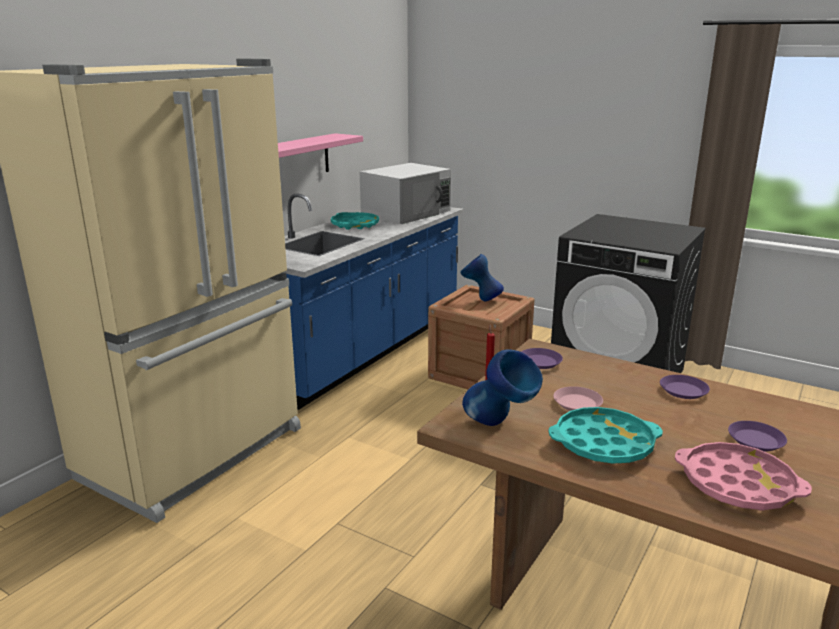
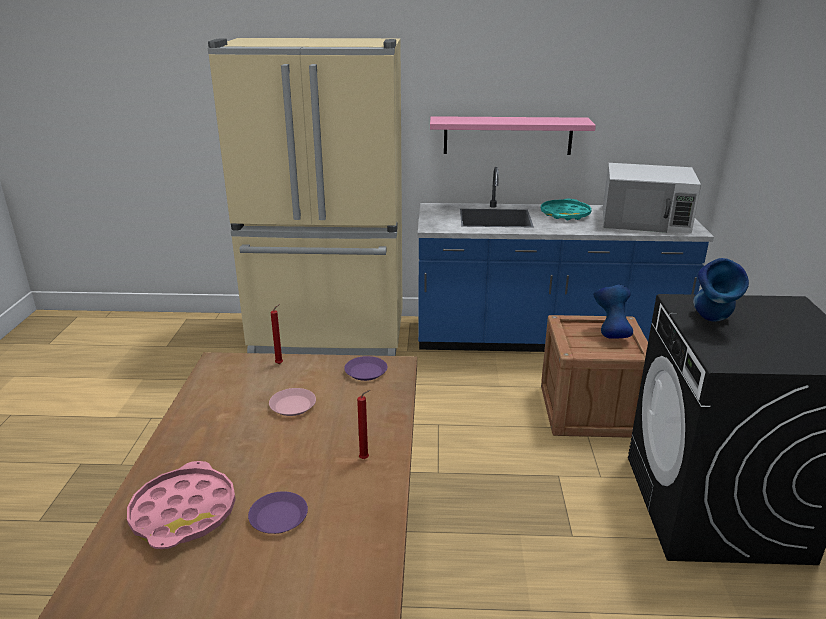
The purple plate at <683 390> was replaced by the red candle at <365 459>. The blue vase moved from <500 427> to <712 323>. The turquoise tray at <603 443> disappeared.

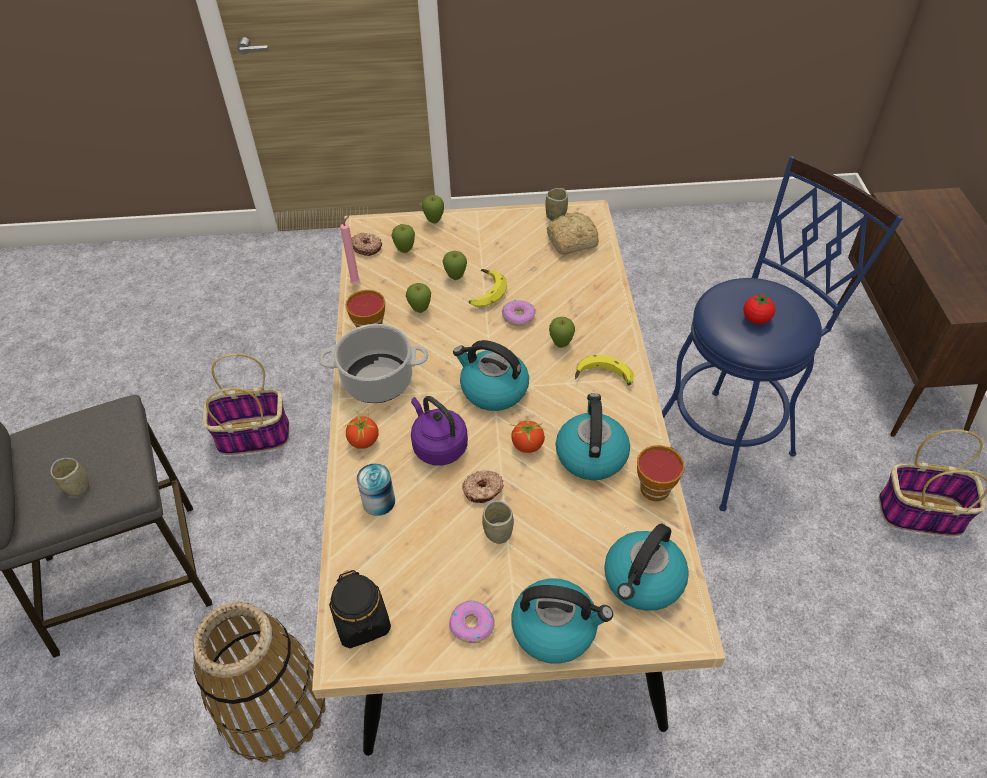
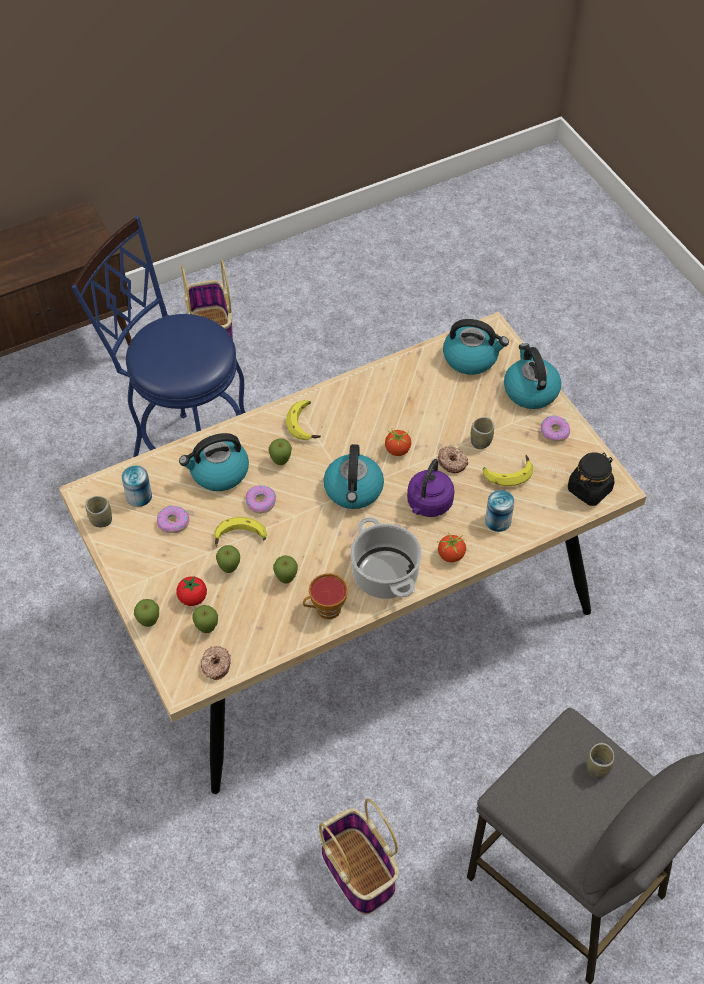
The bread at <570 242> was replaced by the can at <139 496>. The donut at <173 522> appeared. The tomato moved from <756 319> to <193 598>. The kettle moved from <591 454> to <218 472>. The banana at <507 472> appeared. The basket at <274 707> disappeared. The pink candle at <357 283> disappeared. The cup at <656 485> disappeared.

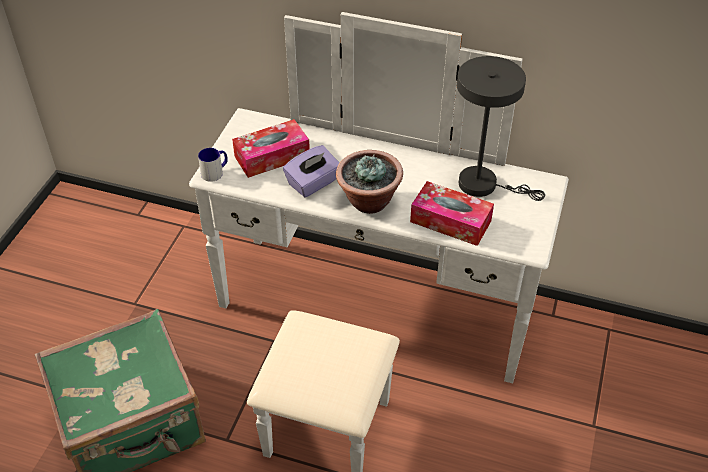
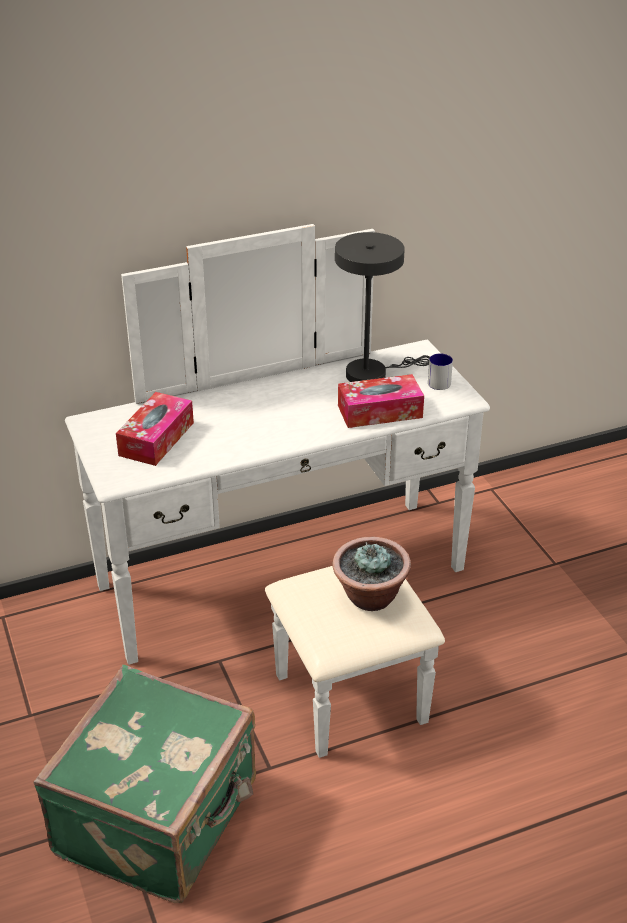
The potted plant moved from <368 201> to <370 598>. The mug moved from <215 172> to <439 381>. The purple tissue box at <313 183> disappeared.

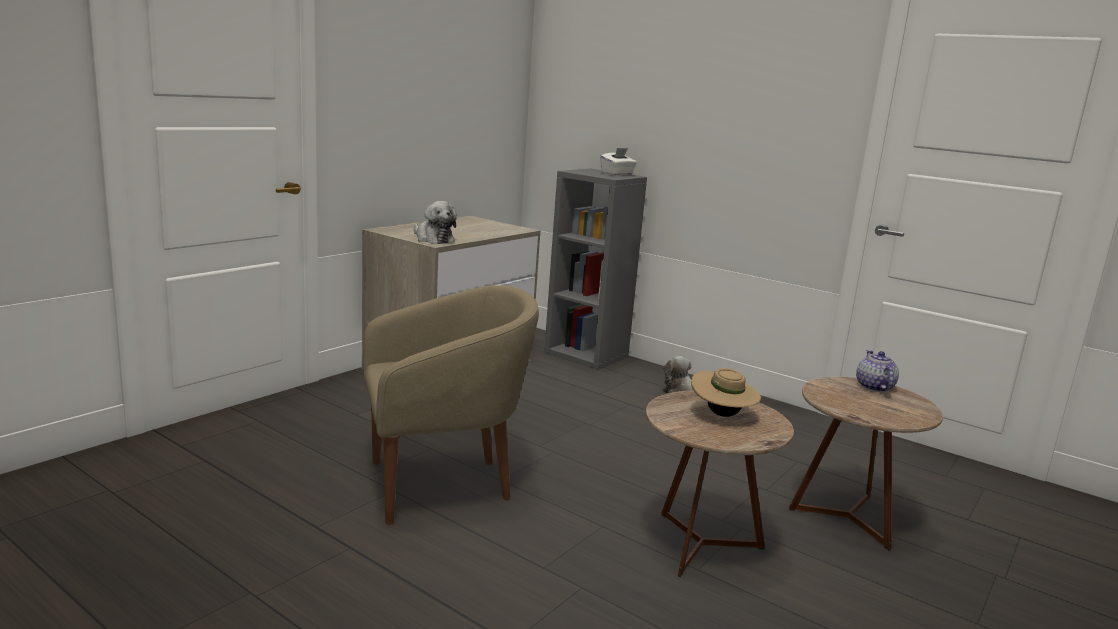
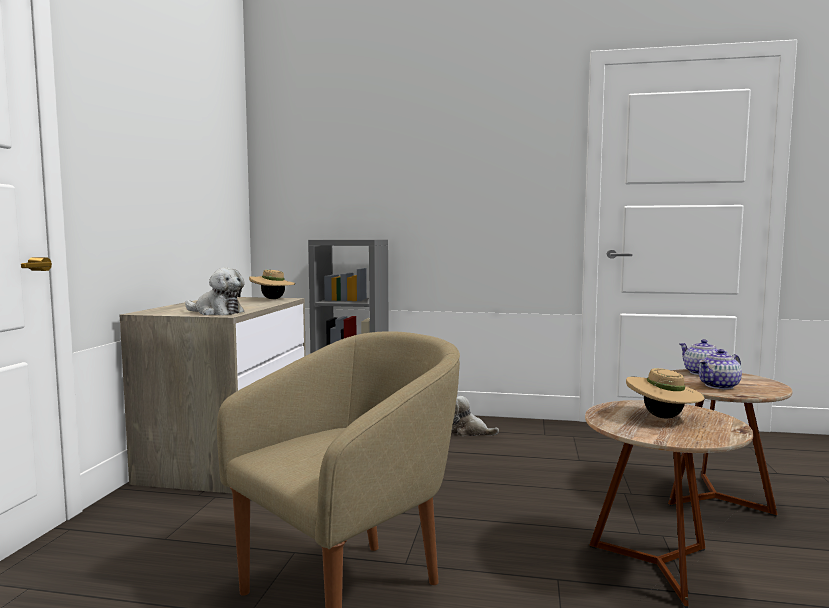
The beige hat at <273 299> appeared. The teapot at <719 386> appeared. The white tissue box at <617 174> disappeared.

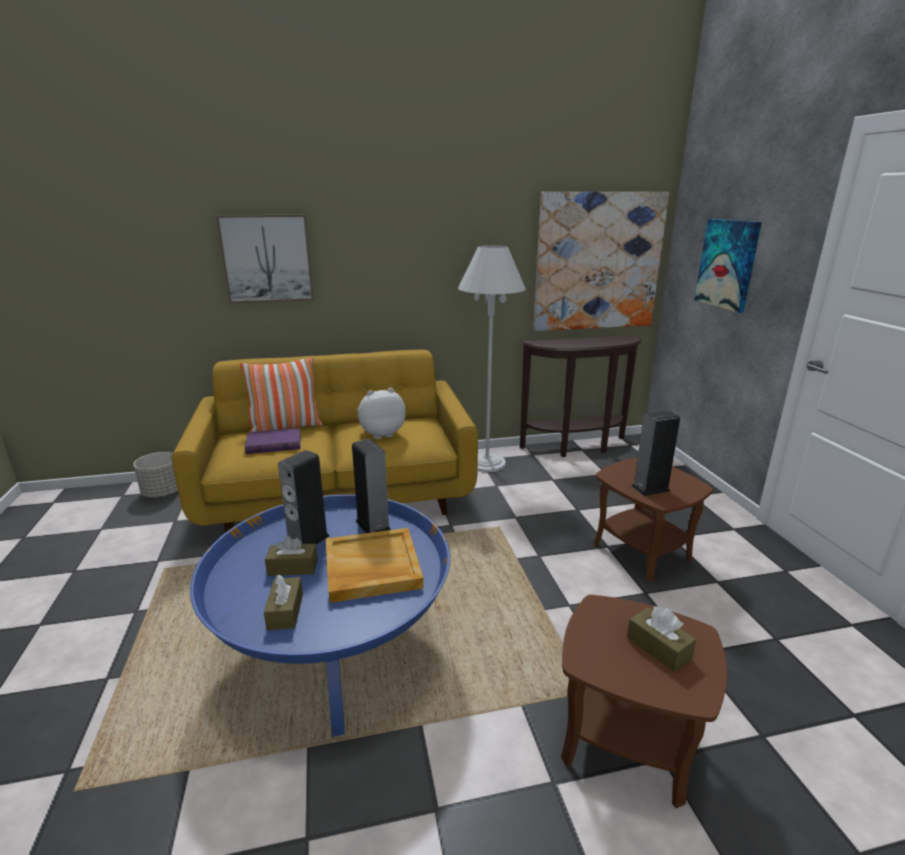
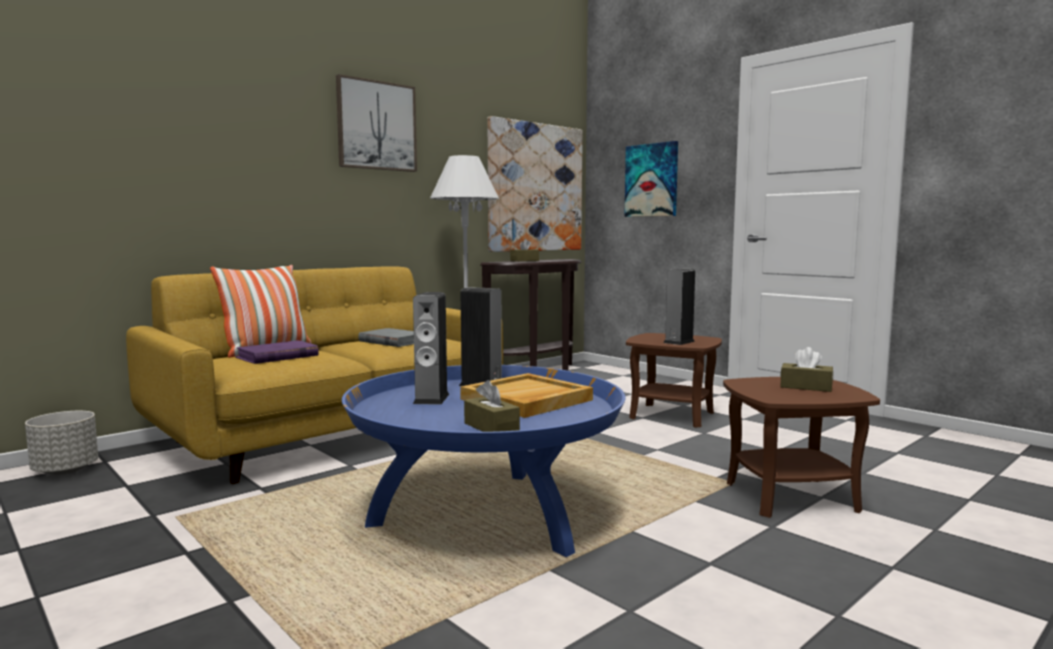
The picture moved from <267 258> to <376 126>. The plush toy at <381 434> was replaced by the grey book at <392 341>. The brown tissue box moved from <293 567> to <524 261>.

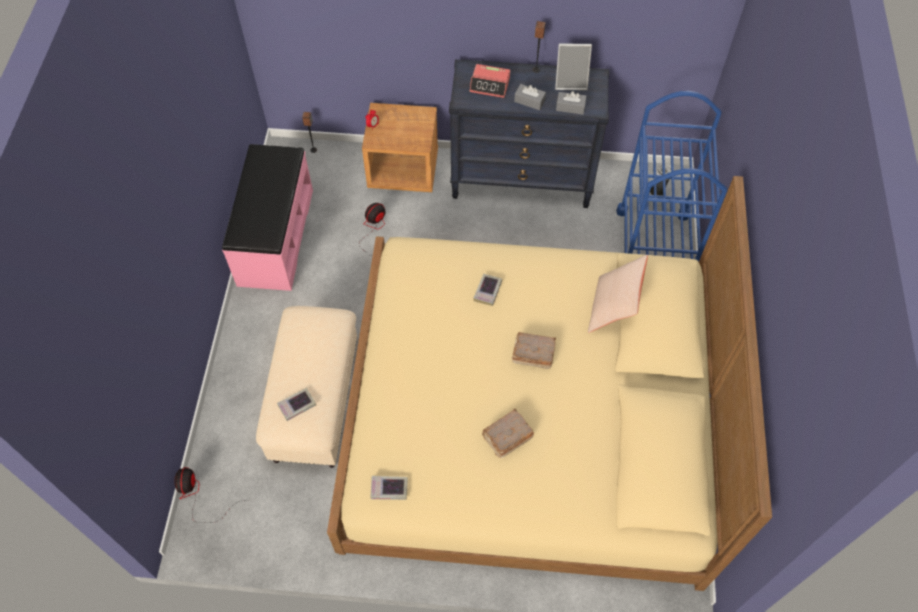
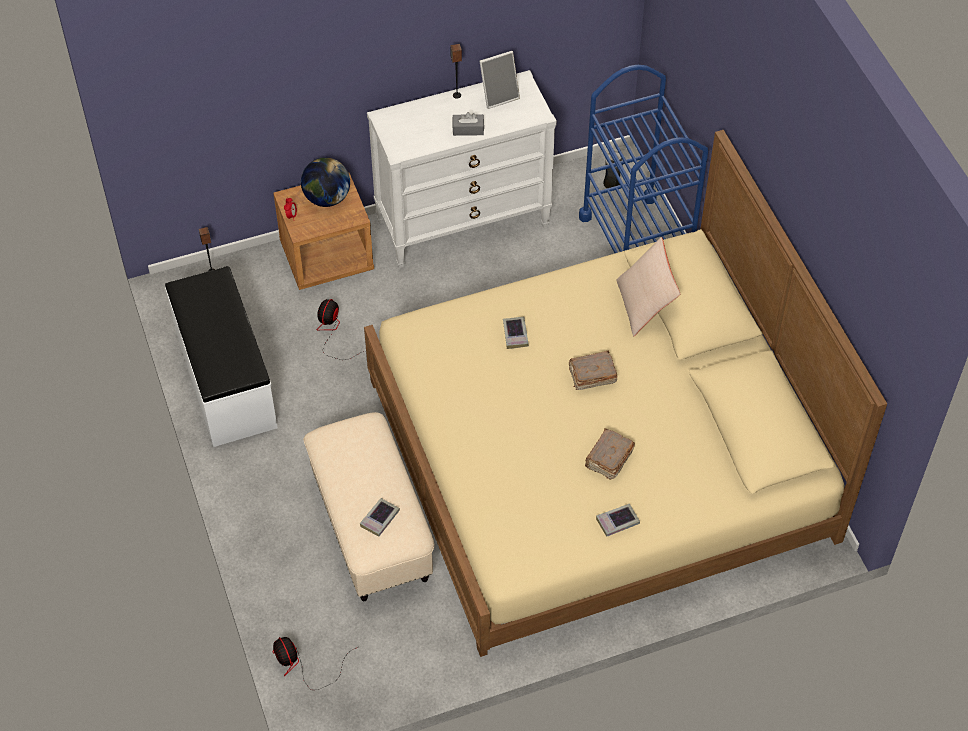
The pink bench at <275 237> became the white bench at <224 380>. The globe at <327 198> appeared. The black dresser at <522 180> became the white dresser at <463 222>. The book moved from <389 489> to <617 522>. The alarm clock at <490 85> disappeared. The grey tissue box at <570 107> disappeared.

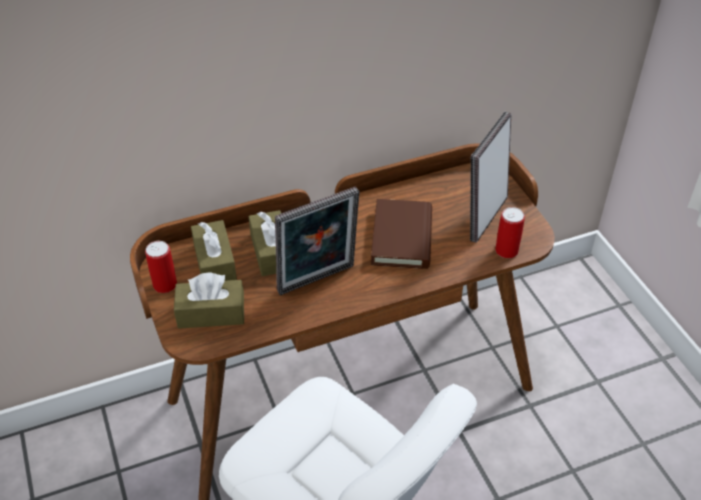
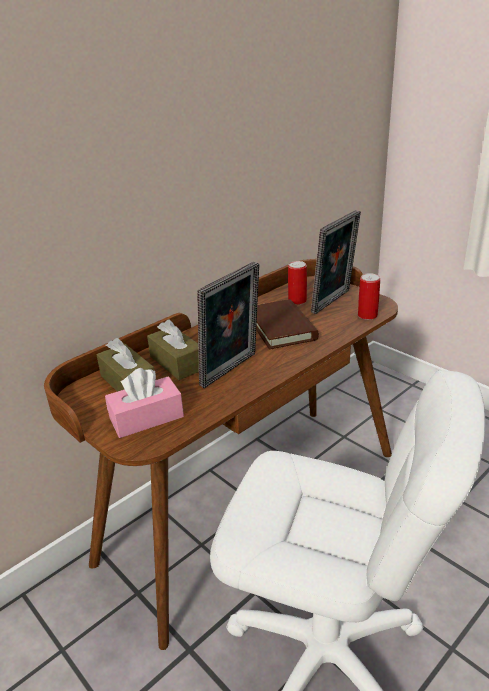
The brown tissue box at <211 313> became the pink tissue box at <146 418>. The can moved from <165 284> to <297 301>. The picture frame at <484 217> turned 150 degrees counterclockwise.

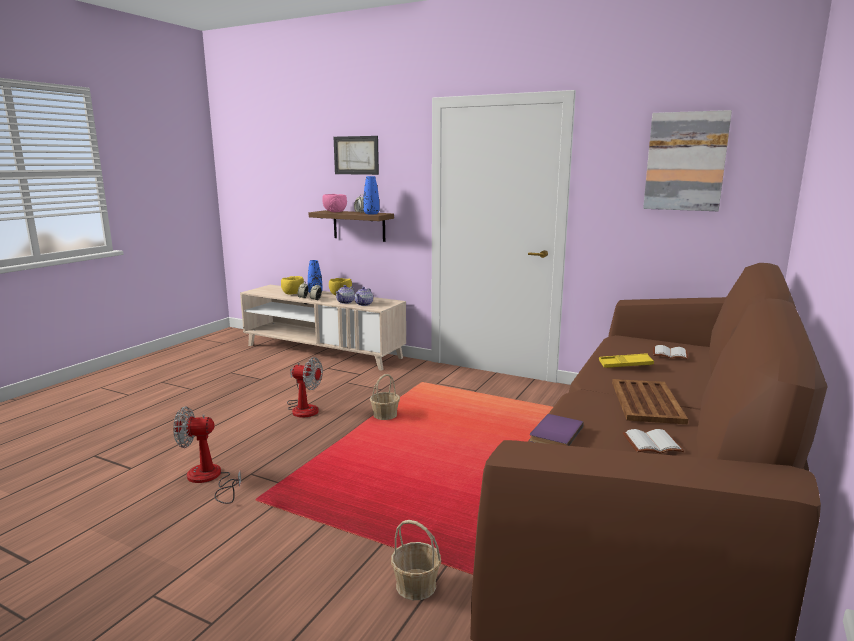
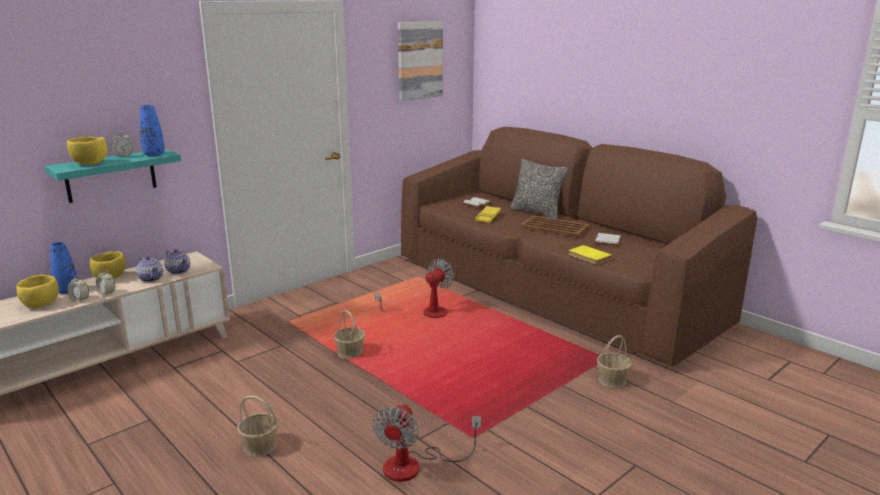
The brown shelf at <359 225> became the turquoise shelf at <111 175>. The pink bowl at <334 212> became the yellow bowl at <90 164>. The basket at <260 446> appeared. The fan moved from <303 408> to <425 313>. The pillow at <537 212> appeared. The purple book at <554 433> became the yellow book at <588 256>. The picture at <356 155> disappeared.

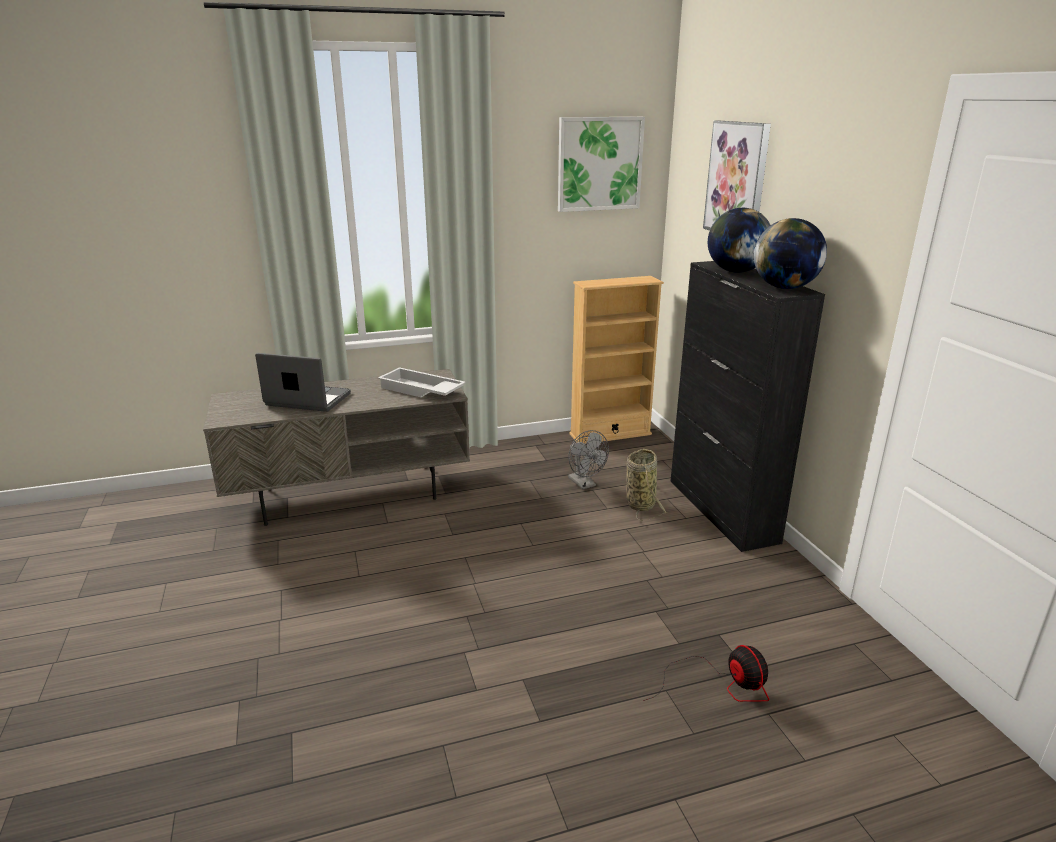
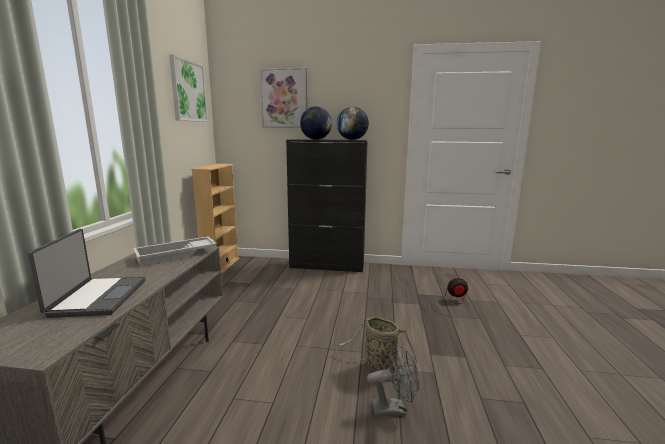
The laptop at <307 400> turned 135 degrees clockwise. The basket moved from <640 503> to <378 368>. The grey fan moved from <584 484> to <394 409>.

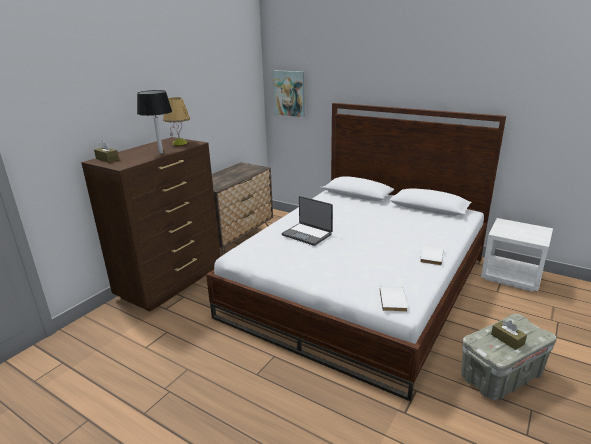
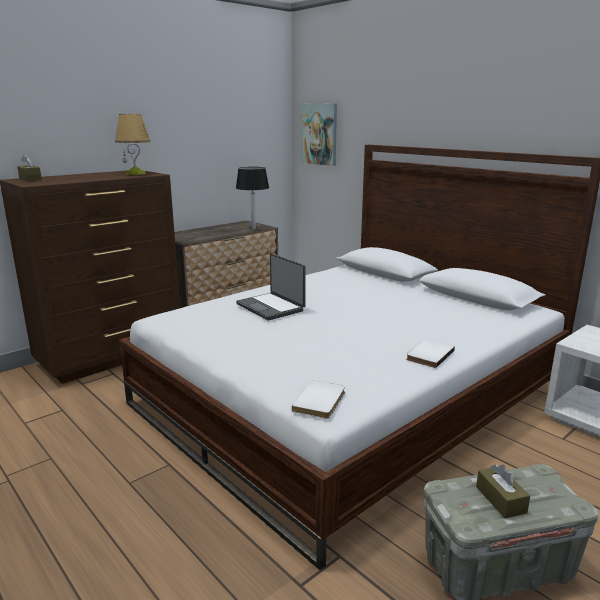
The black table lamp moved from <161 153> to <253 228>.

